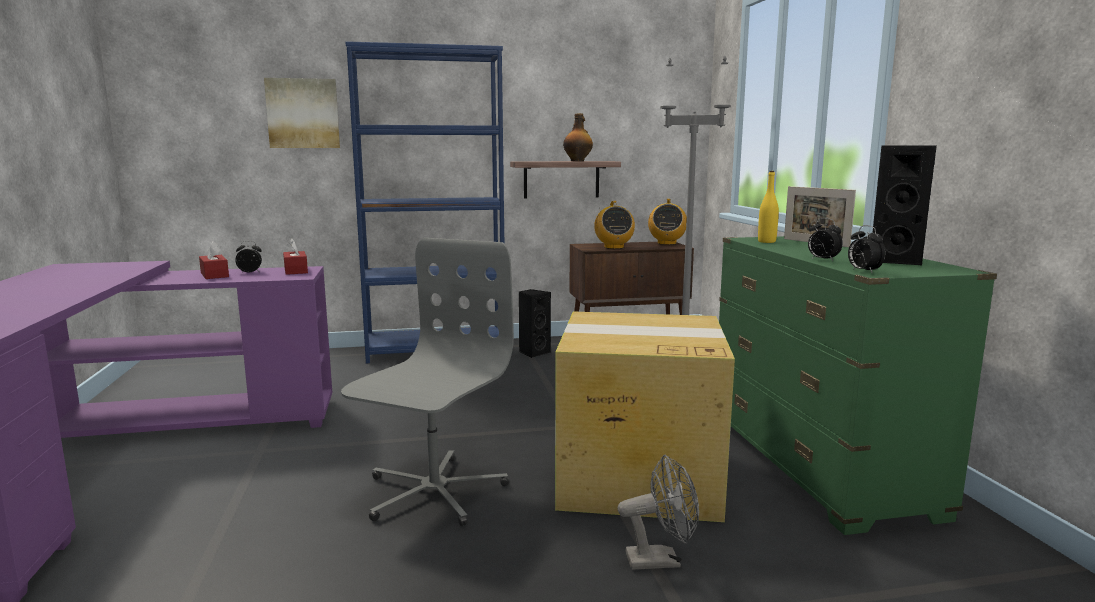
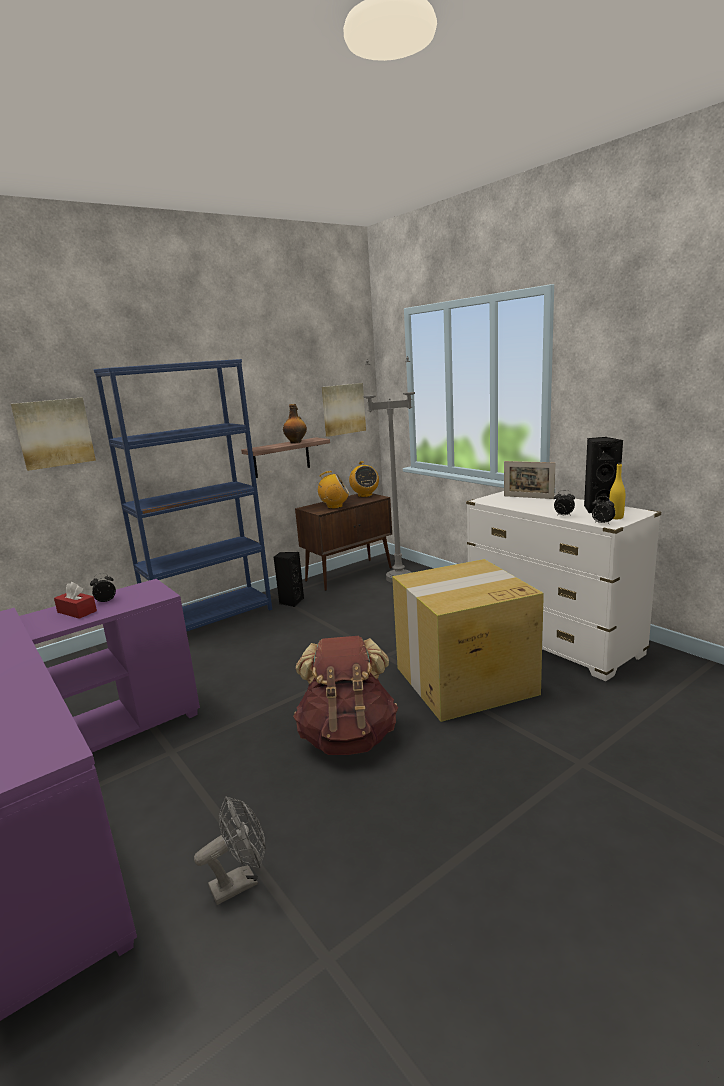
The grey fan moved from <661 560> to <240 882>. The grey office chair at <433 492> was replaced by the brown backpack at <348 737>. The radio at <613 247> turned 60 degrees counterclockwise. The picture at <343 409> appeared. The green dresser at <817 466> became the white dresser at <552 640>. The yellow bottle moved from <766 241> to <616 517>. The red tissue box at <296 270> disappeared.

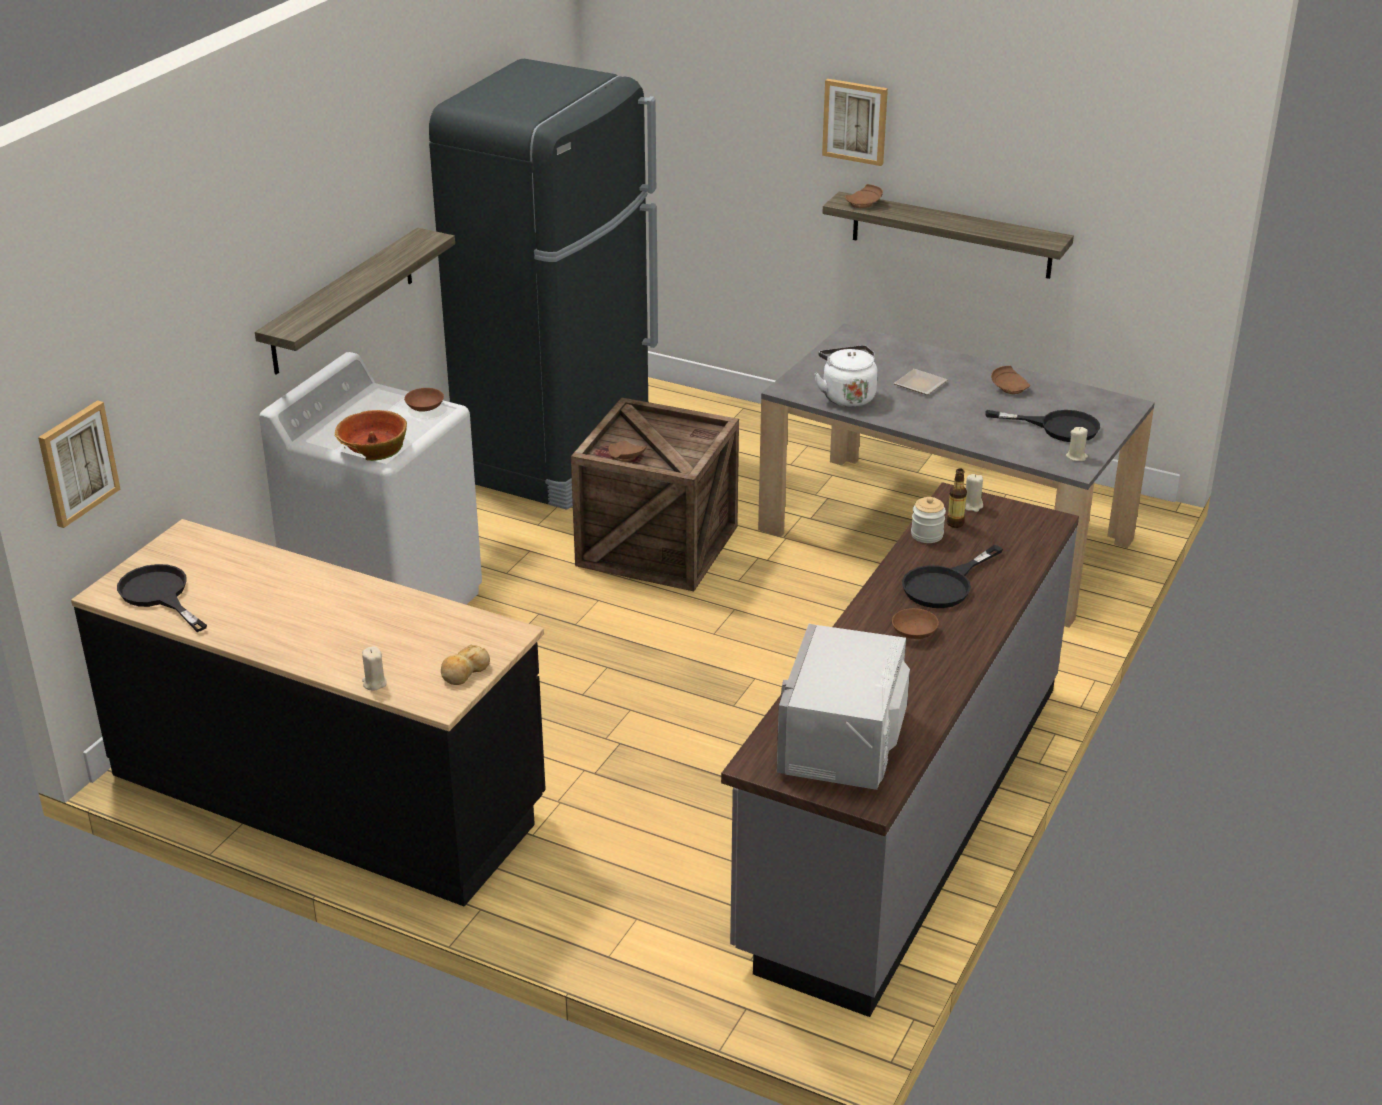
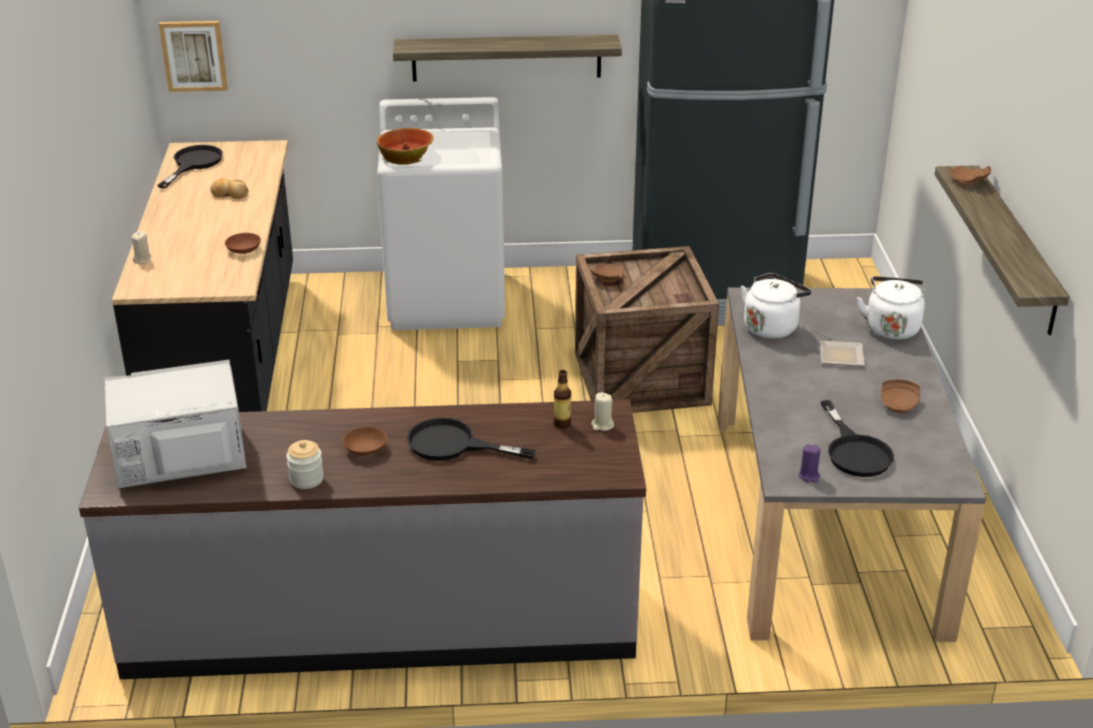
The bread moved from <464 672> to <229 194>. The brown bowl moved from <424 406> to <244 249>. The jar moved from <927 535> to <306 479>. The beige candle at <1076 457> became the purple candle at <809 476>. The white kettle at <891 327> appeared. The picture at <855 121> disappeared.

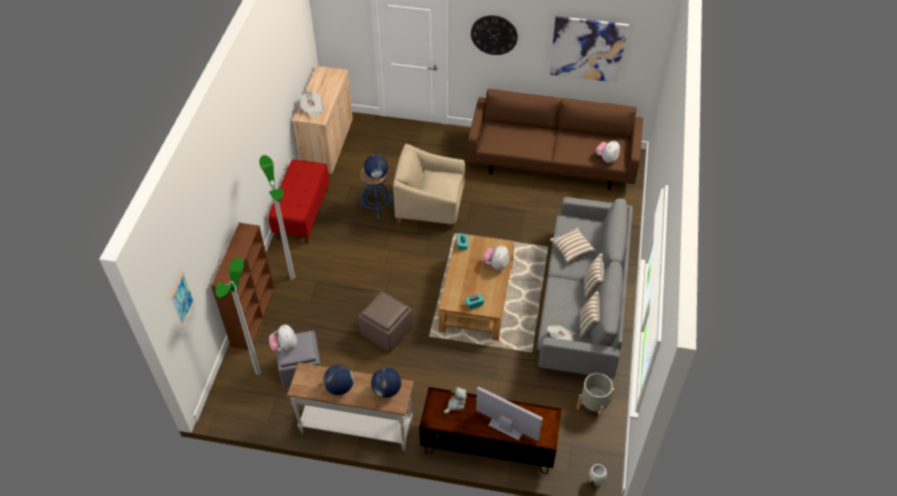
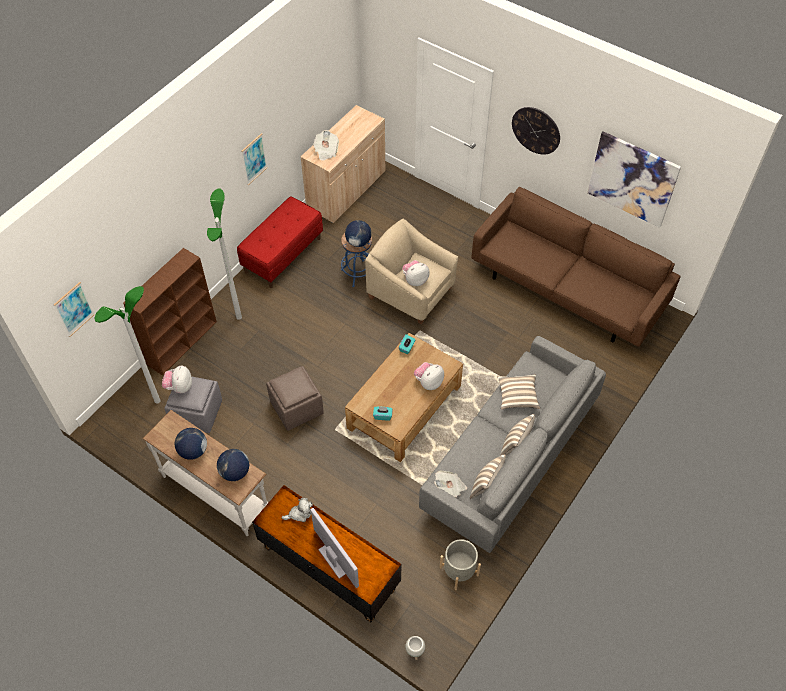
The picture at <254 159> appeared. The plush toy moved from <606 159> to <415 280>.

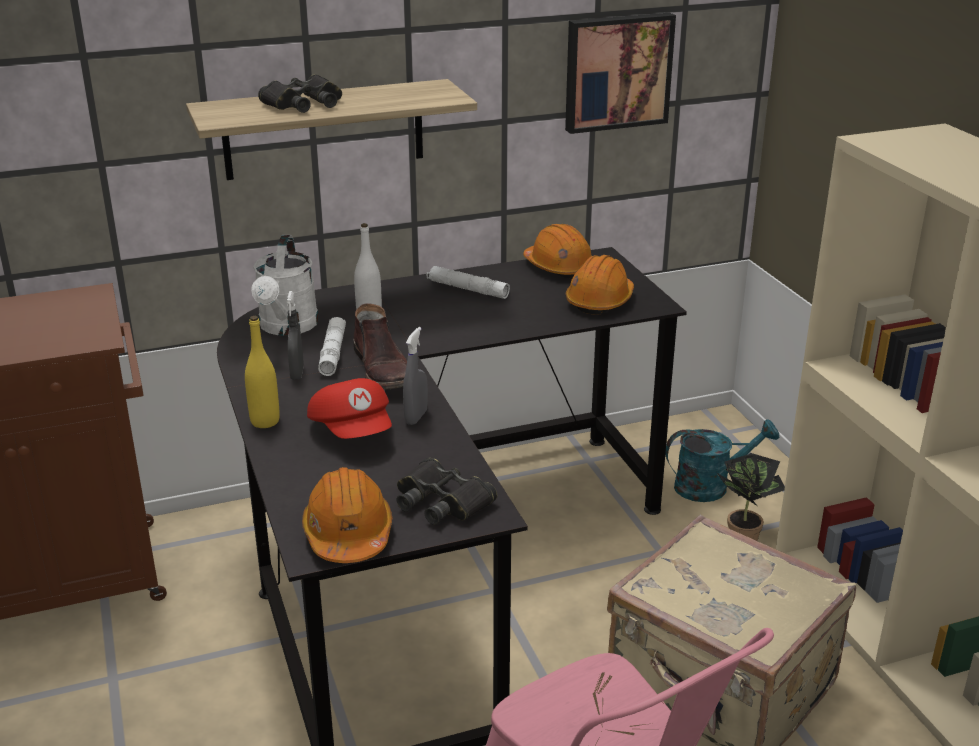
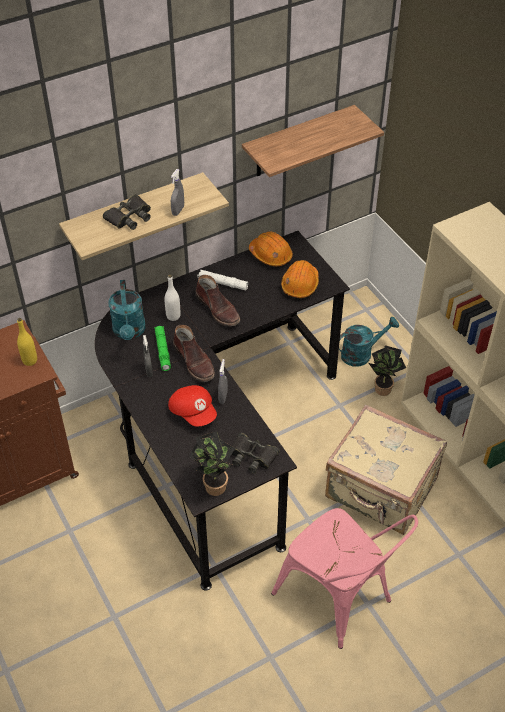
The yellow bottle moved from <265 421> to <30 360>. The white watering can at <287 327> became the turquoise watering can at <129 332>. The white flashlight at <333 353> became the green flashlight at <162 350>. The grey spray bottle at <178 211> appeared. The orange hard hat at <348 534> was replaced by the potted plant at <213 485>. The brown boot at <218 309> appeared. The picture at <617 71> was replaced by the shelf at <298 142>.

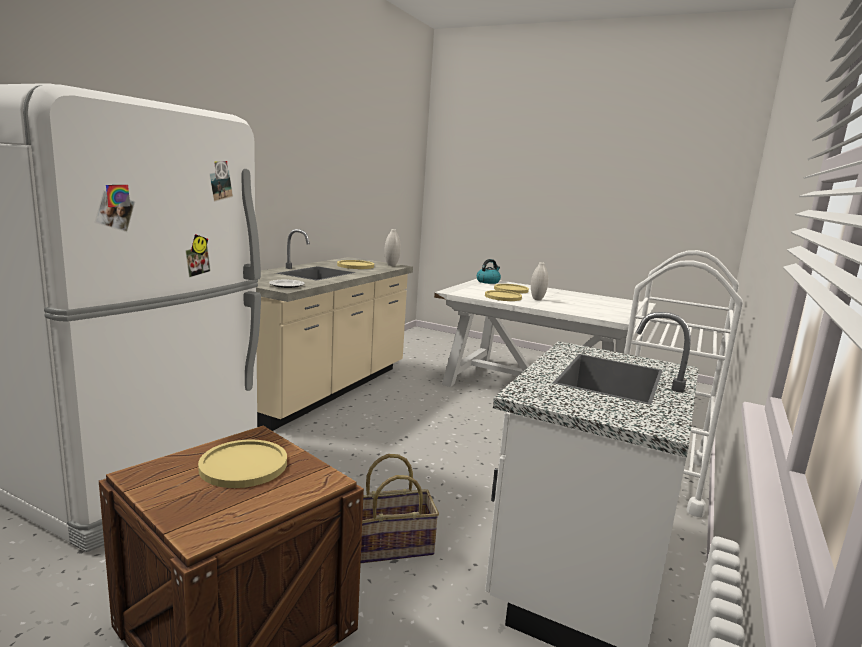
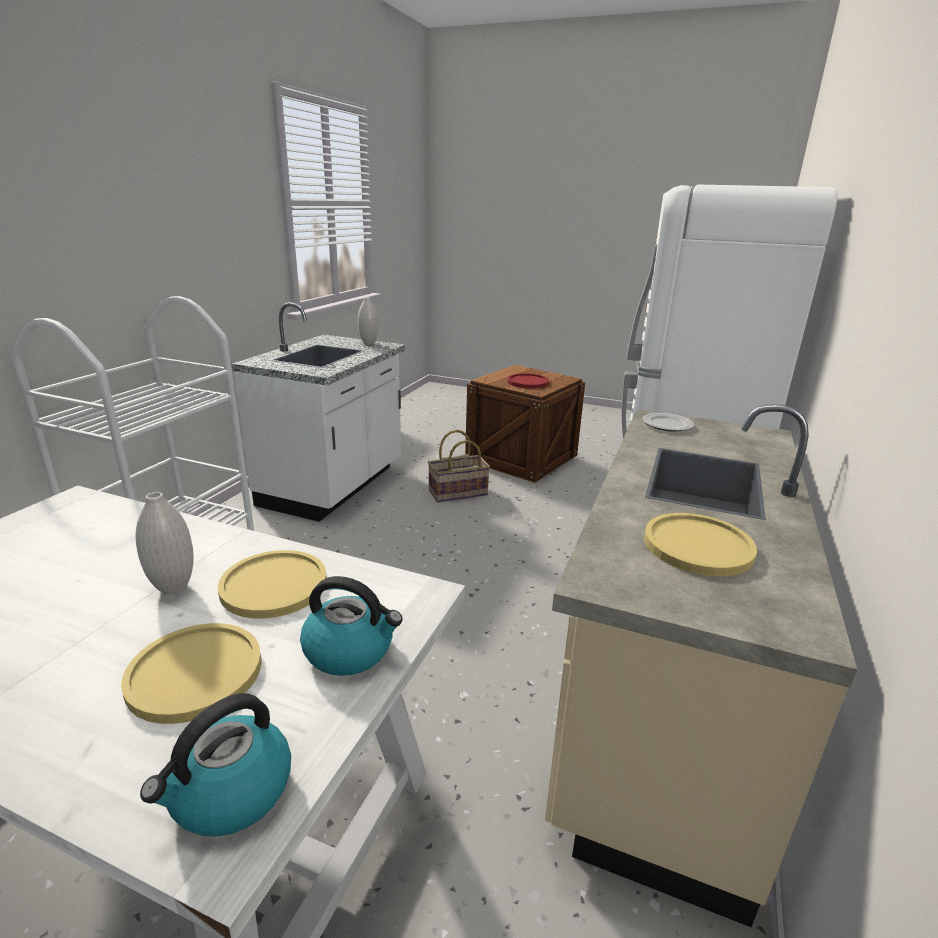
The kettle at <350 650> appeared. The white vase moved from <391 265> to <369 343>. The yellow plate at <243 465> became the red plate at <528 382>.

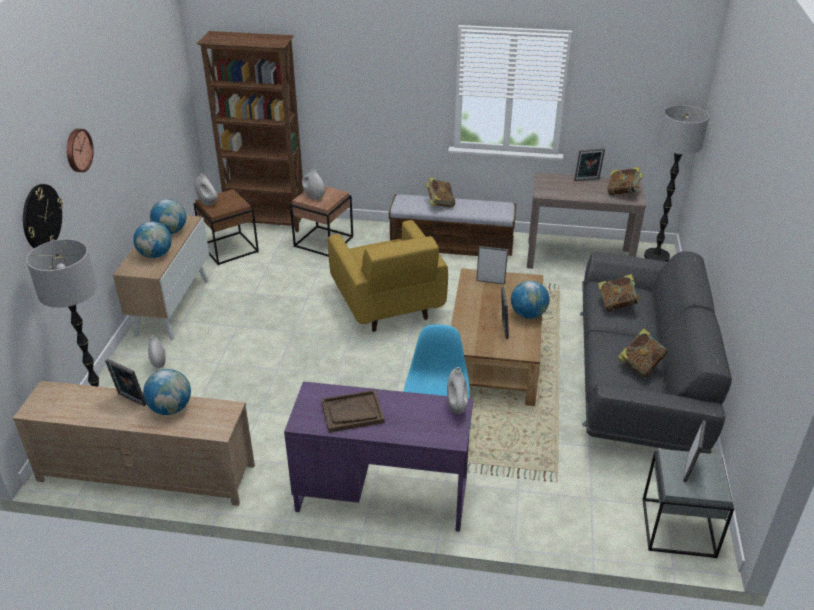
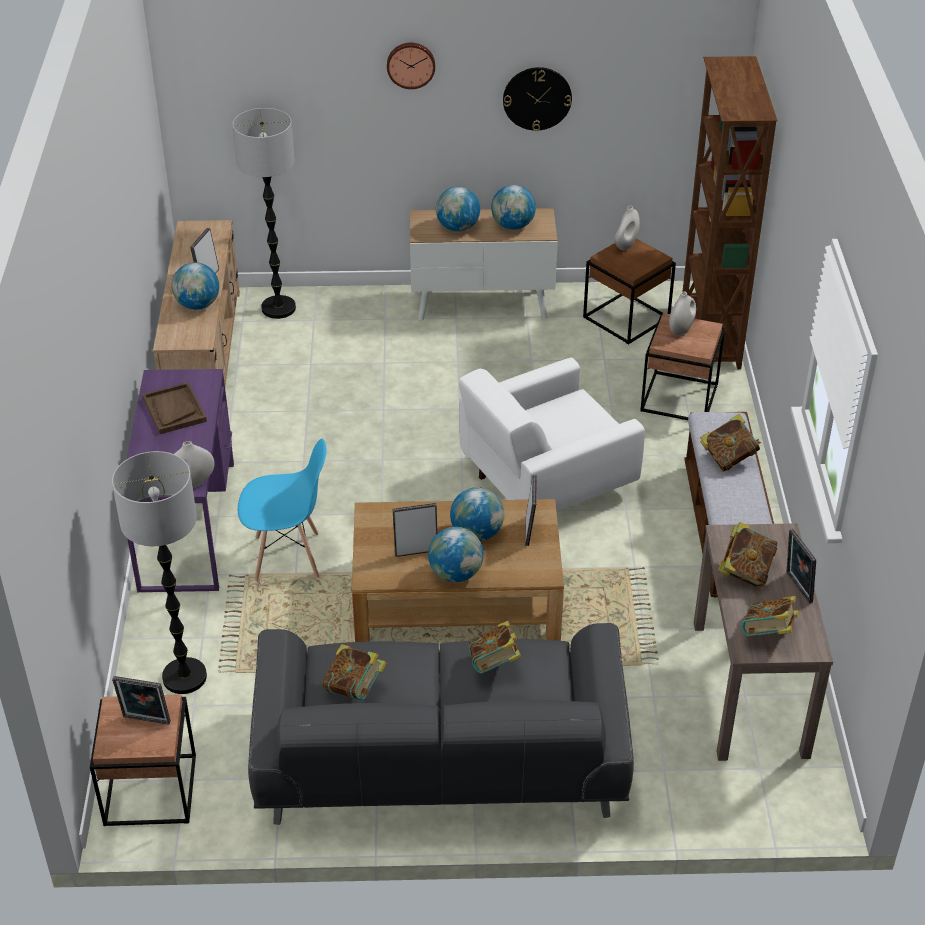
The grey side table at <677 527> became the brown side table at <151 789>. The floor lamp moved from <656 257> to <184 677>. The globe at <477 533> appeared. The yellow armchair at <387 304> became the white armchair at <544 482>. The wall clock moved from <41 217> to <537 98>. The book at <745 571> appeared. The white vase at <159 363> disappeared.

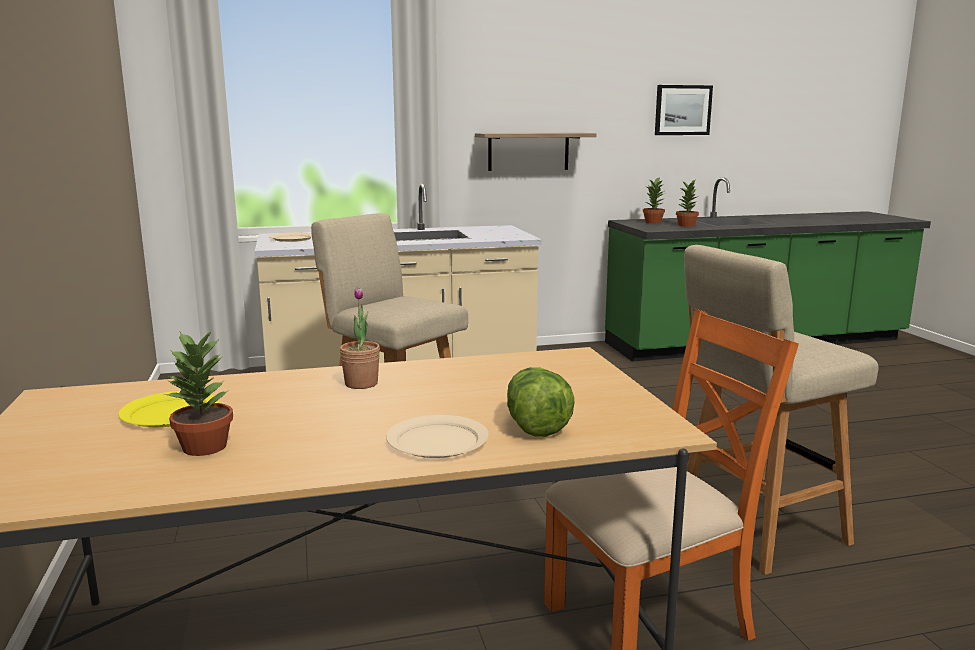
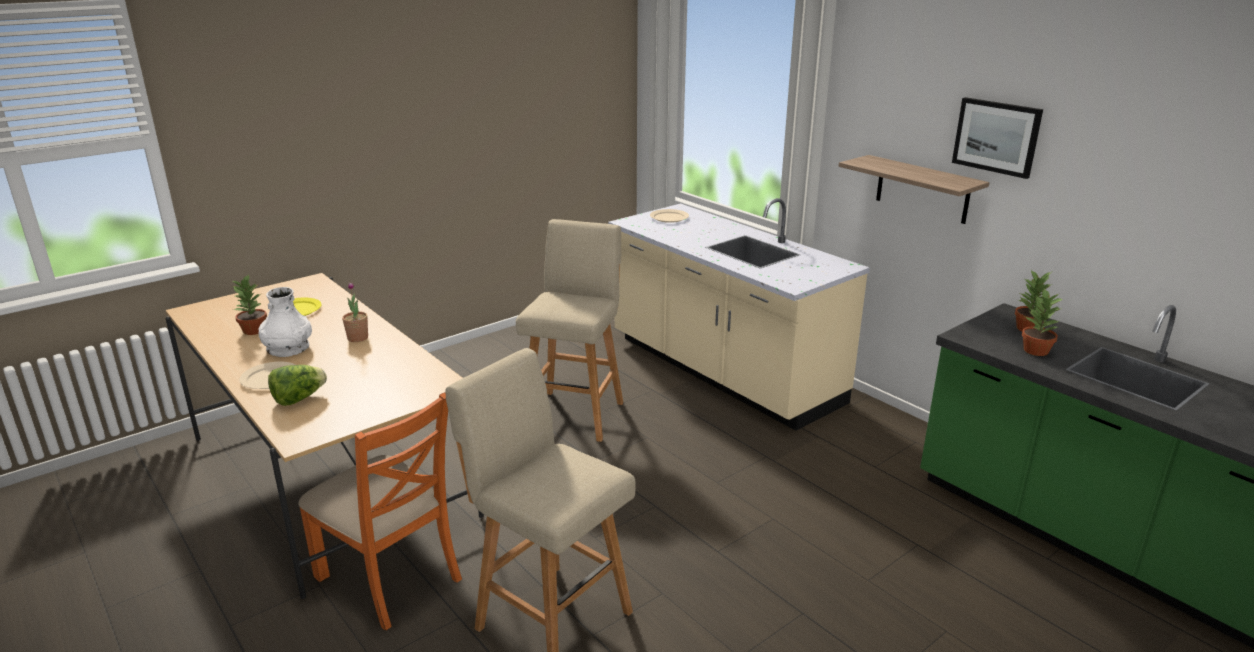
The white vase at <288 348> appeared. The picture moved from <682 110> to <996 136>.

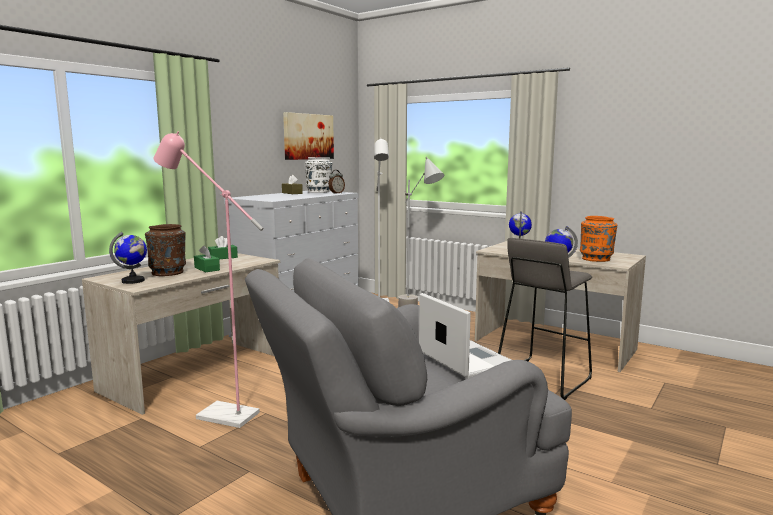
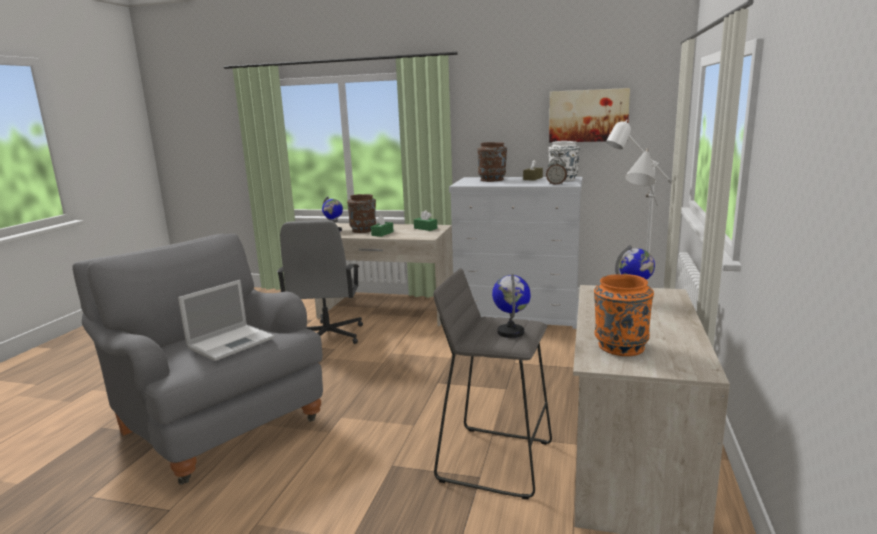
The pink floor lamp at <218 414> was replaced by the grey office chair at <326 336>. The brown vase at <492 180> appeared.

